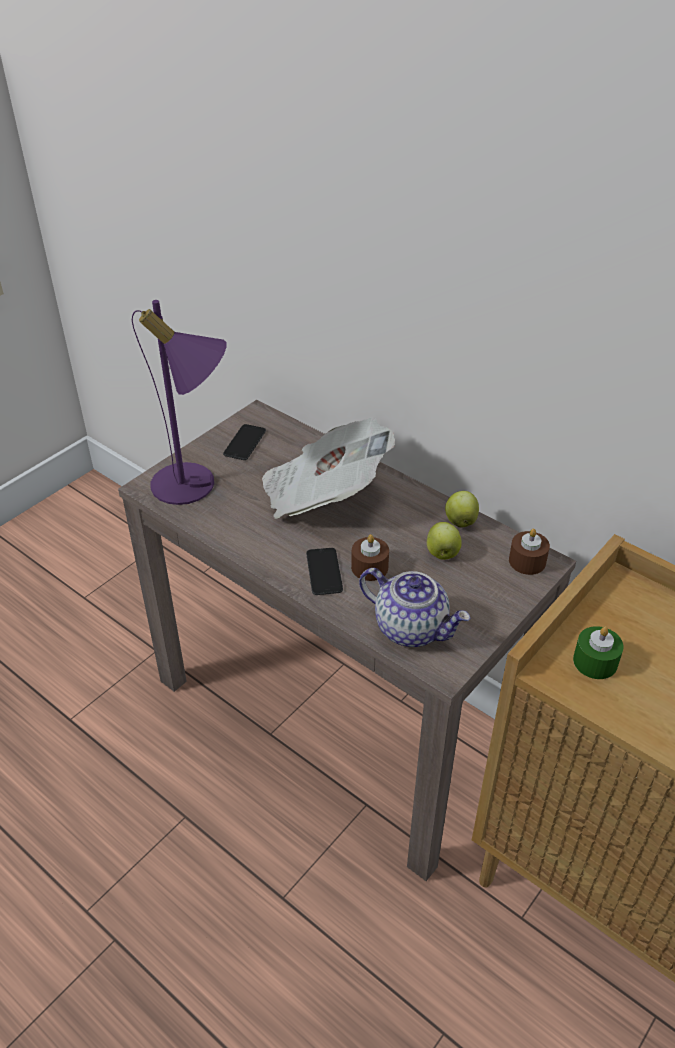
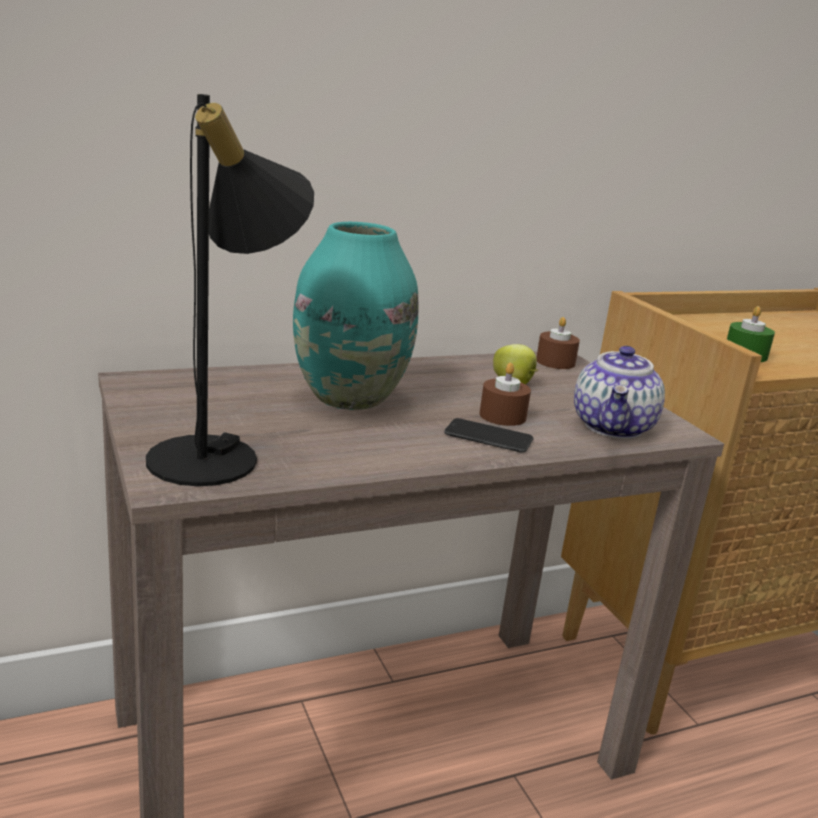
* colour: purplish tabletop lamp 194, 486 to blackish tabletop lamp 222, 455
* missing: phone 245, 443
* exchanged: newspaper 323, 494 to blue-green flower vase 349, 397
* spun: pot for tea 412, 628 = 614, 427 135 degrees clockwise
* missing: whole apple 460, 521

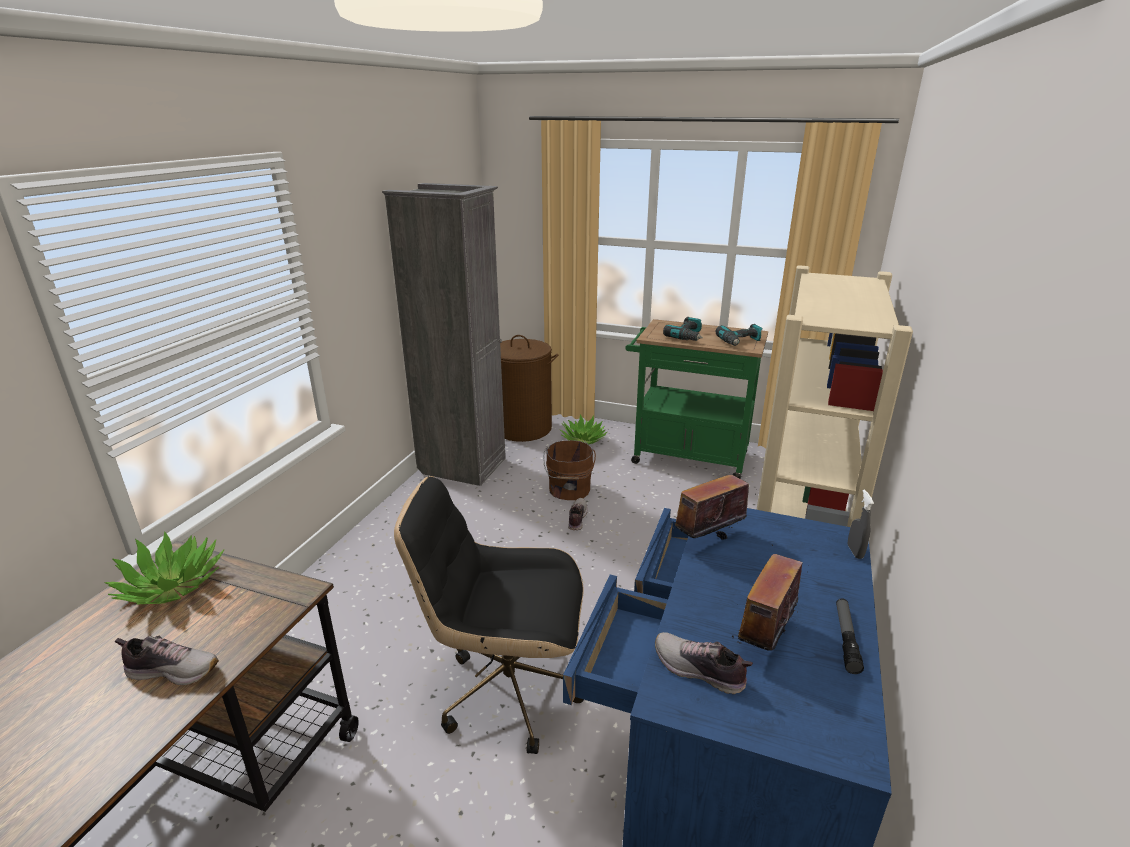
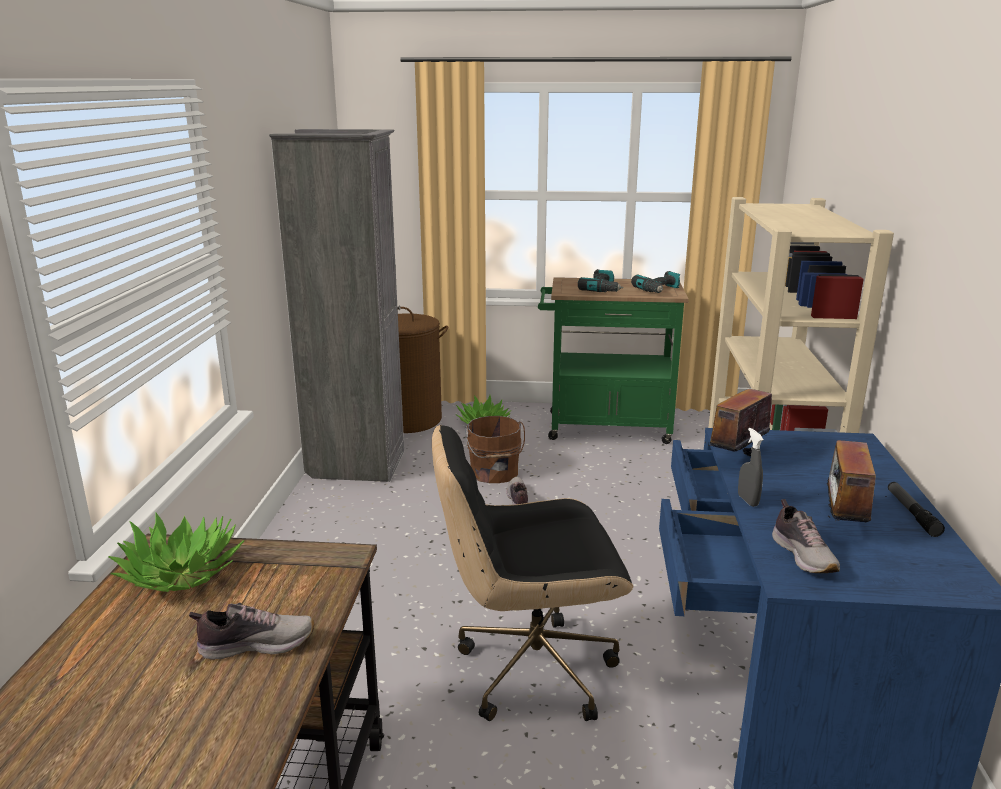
* spun: low shoe 699, 671 = 804, 555 120 degrees counterclockwise
* relocated: gray spray bottle 855, 551 to 747, 500

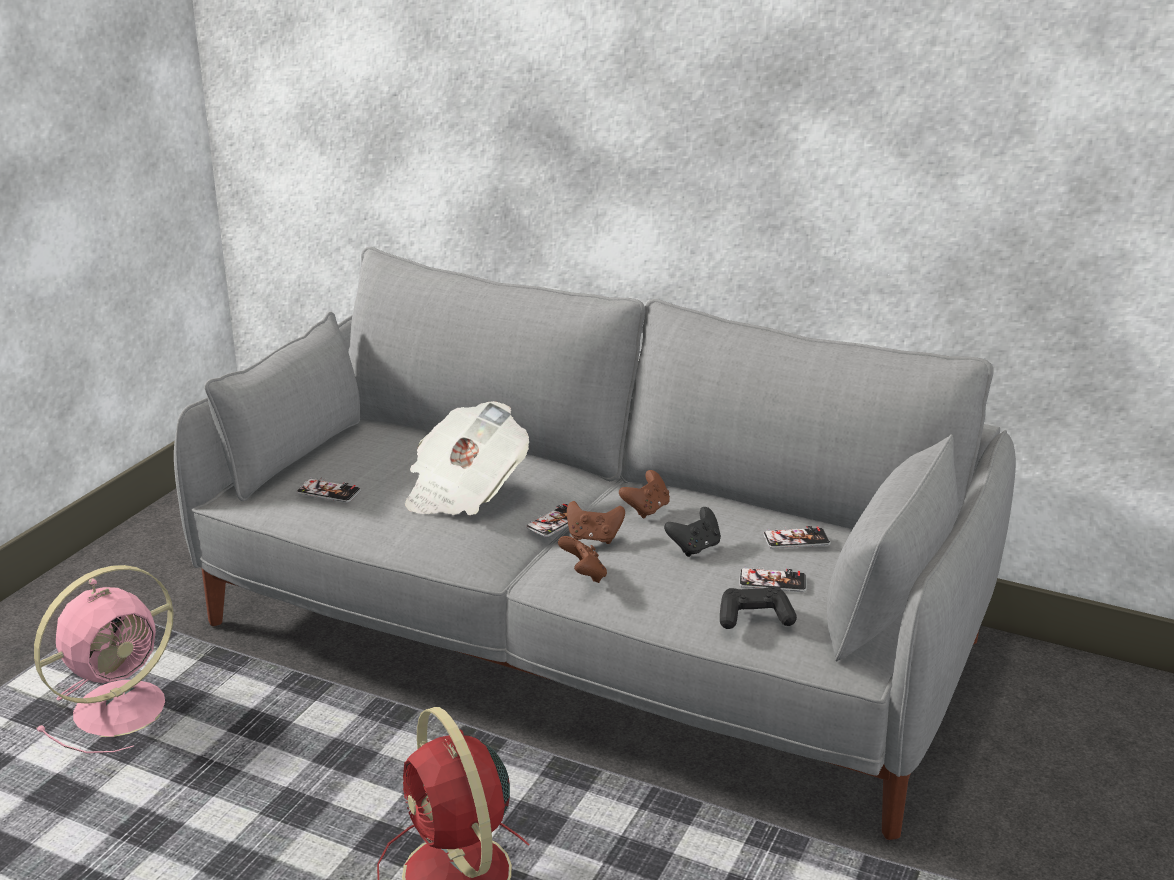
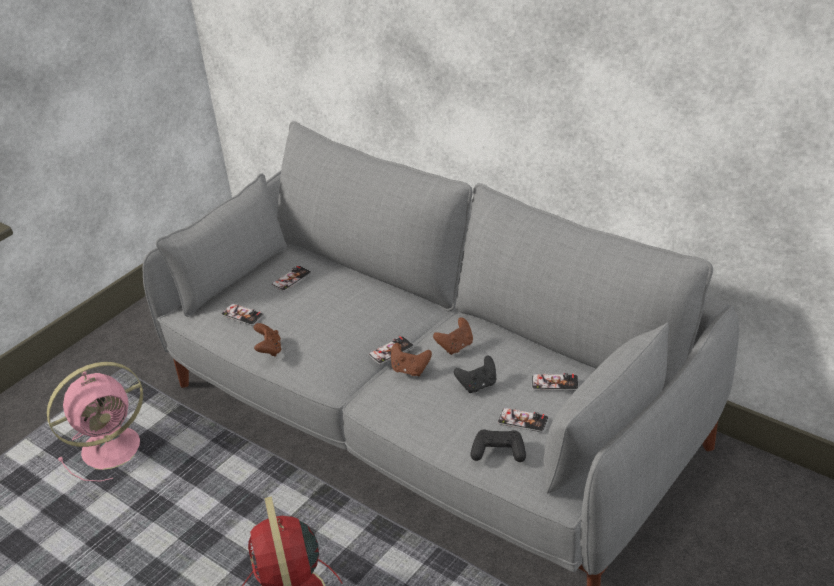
* missing: newspaper 463, 491
* relocated: brown gamepad 584, 575 to 269, 350
* appeared: phone 291, 279

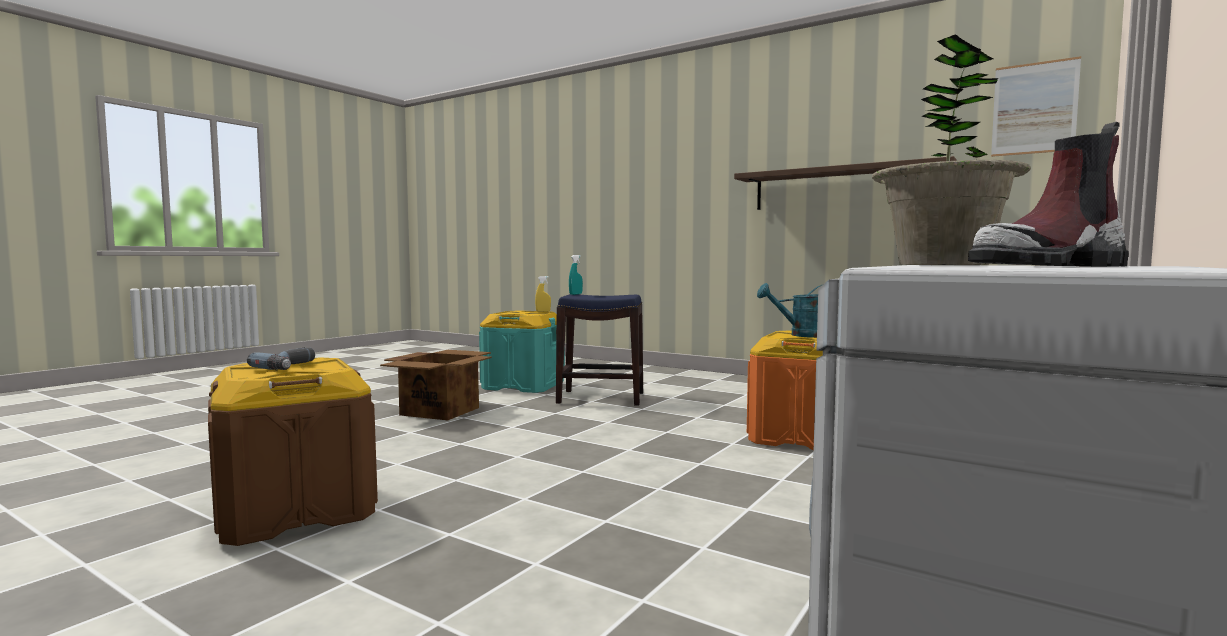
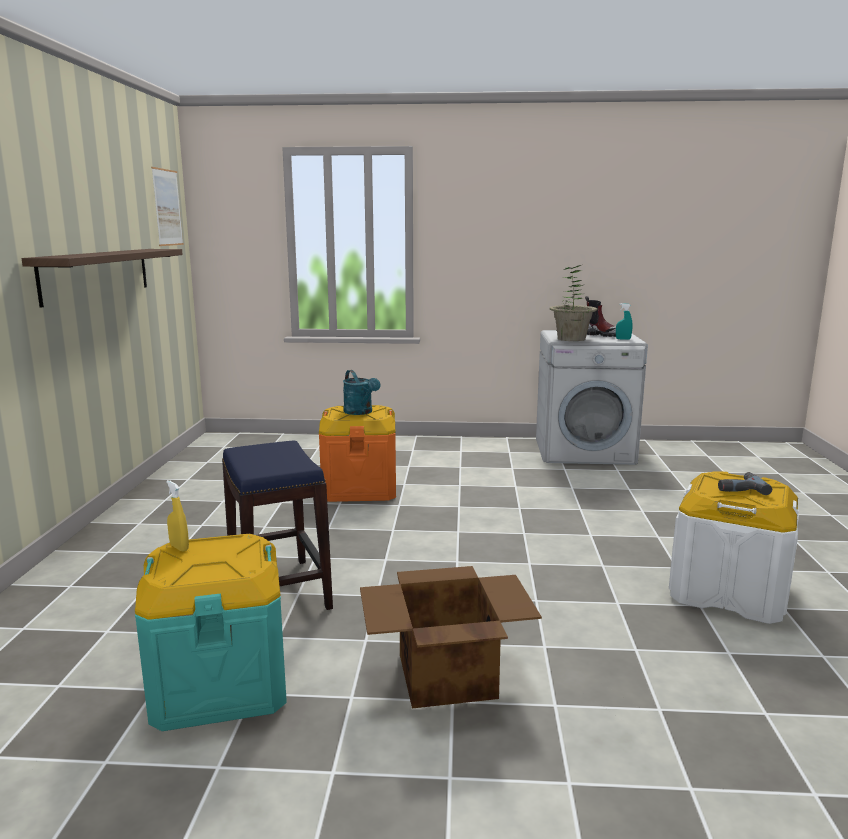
* colour: brown storage box 295, 511 to white storage box 728, 591
* relocated: blue-green spray bottle 575, 294 to 623, 339

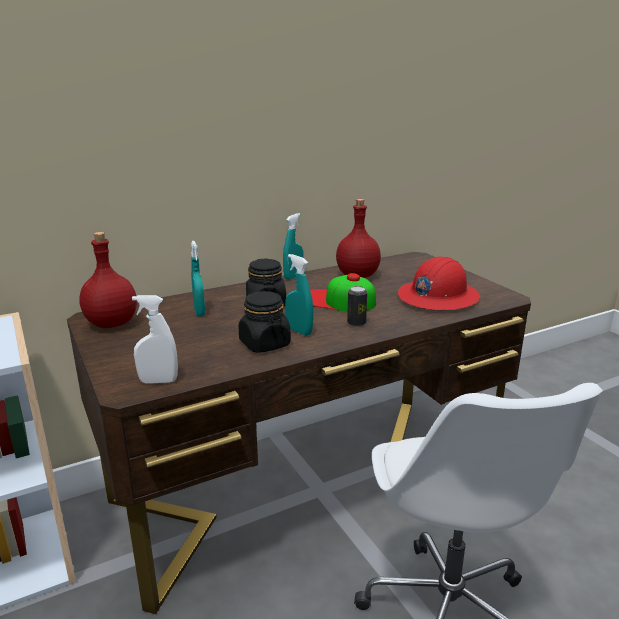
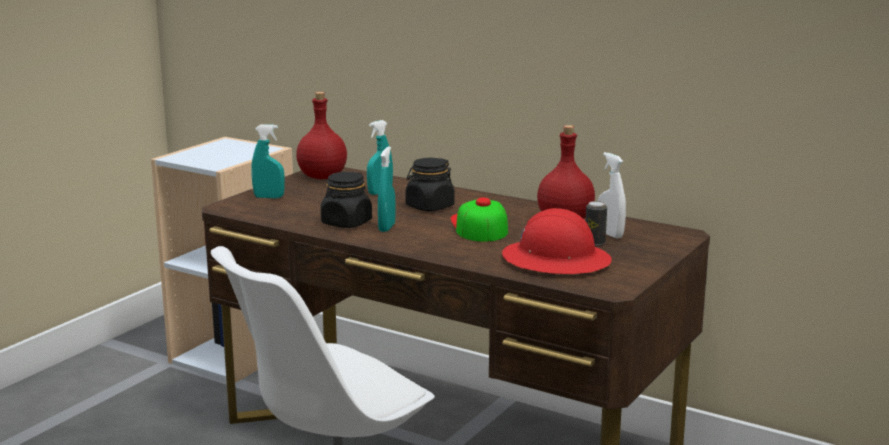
* relocated: white spray bottle 158, 381 to 610, 234
* relocated: blue-green spray bottle 293, 276 to 269, 197
* relocated: can 356, 323 to 595, 242

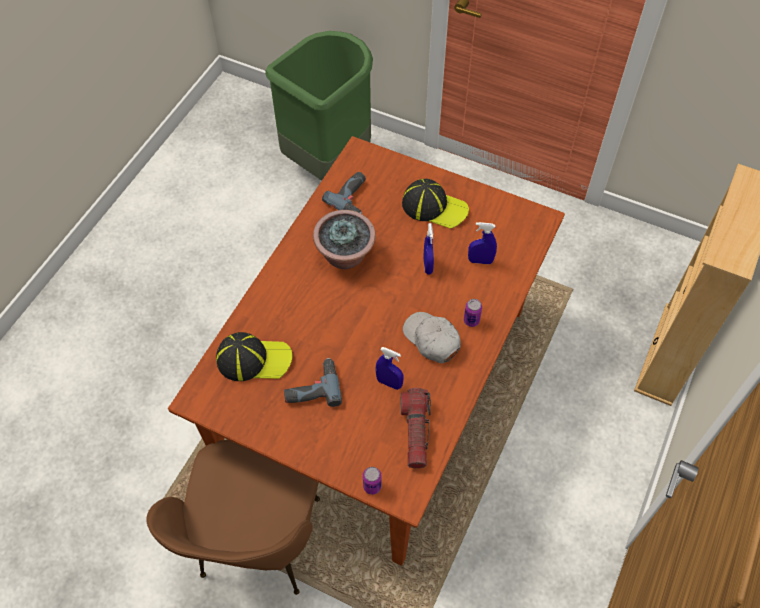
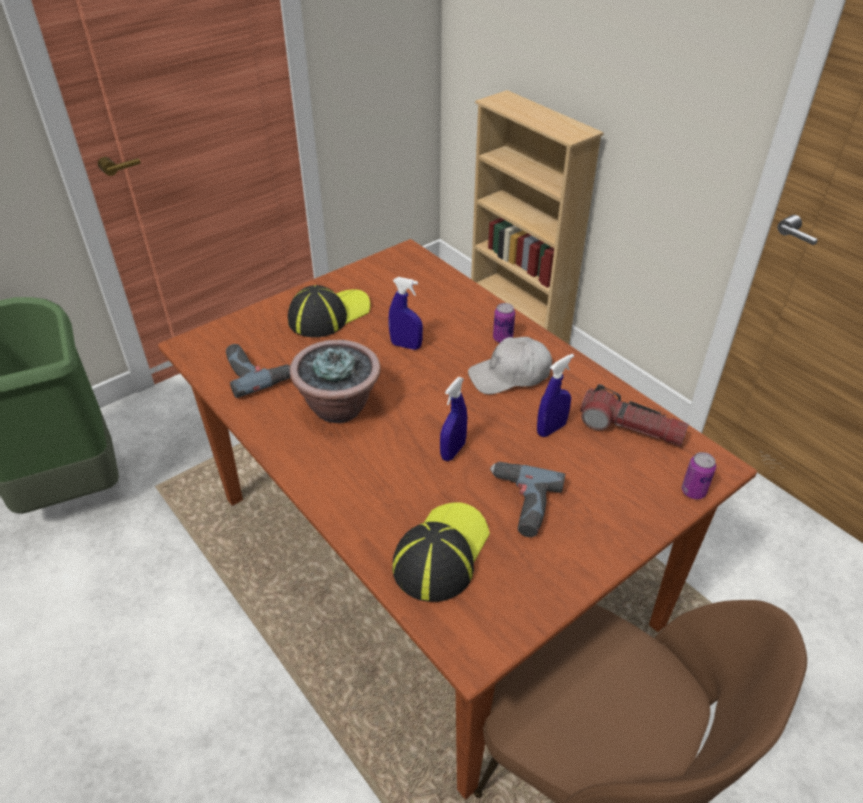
* relocated: bluish spray bottle 480, 261 to 453, 451

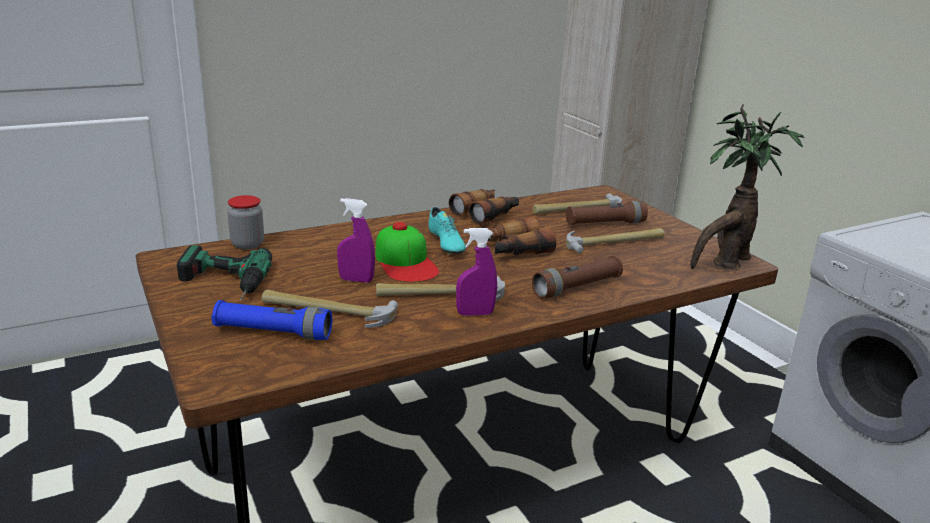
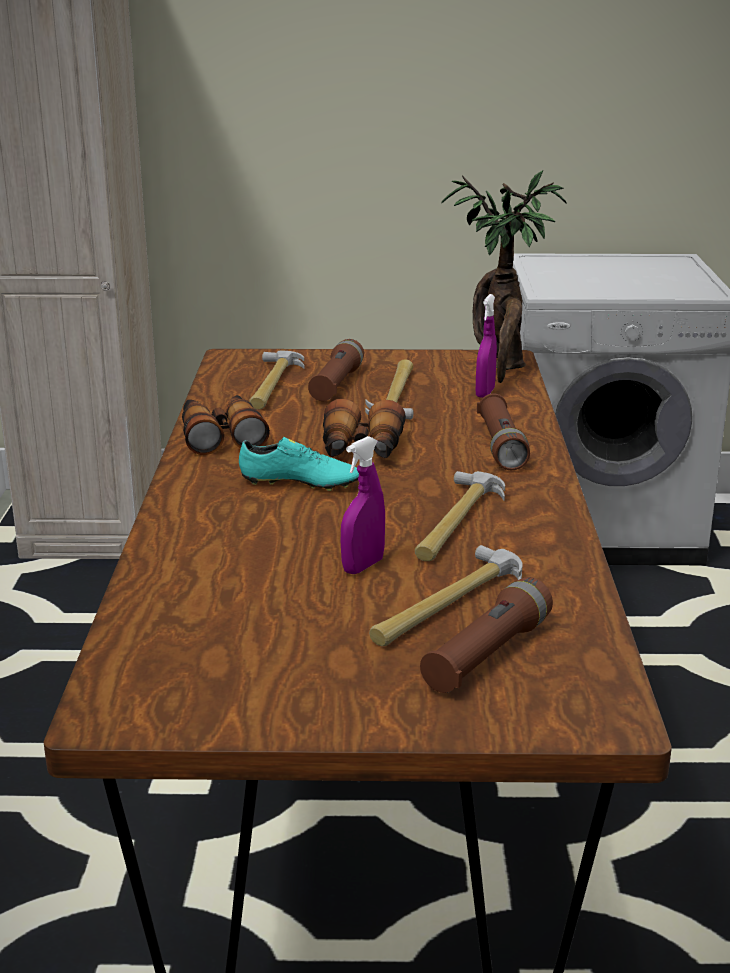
* missing: power drill 221, 284
* colour: bluish flashlight 273, 333 to brown flashlight 487, 655
* missing: jar 247, 244
* missing: peaked cap 406, 262
* relocated: purplish spray bottle 475, 313 to 485, 393

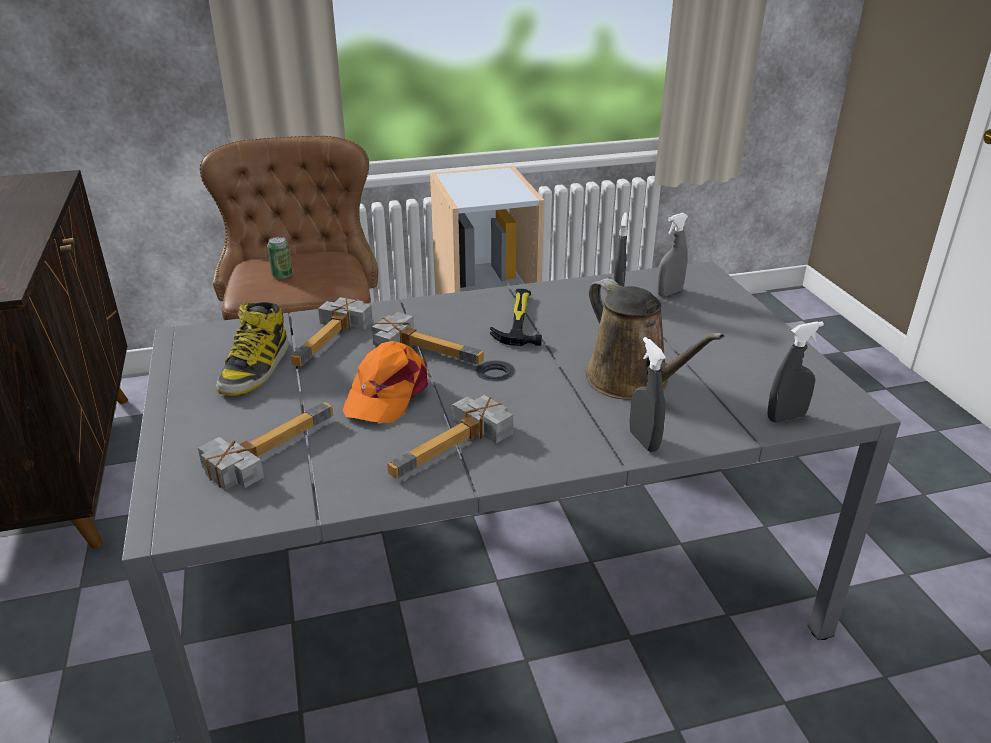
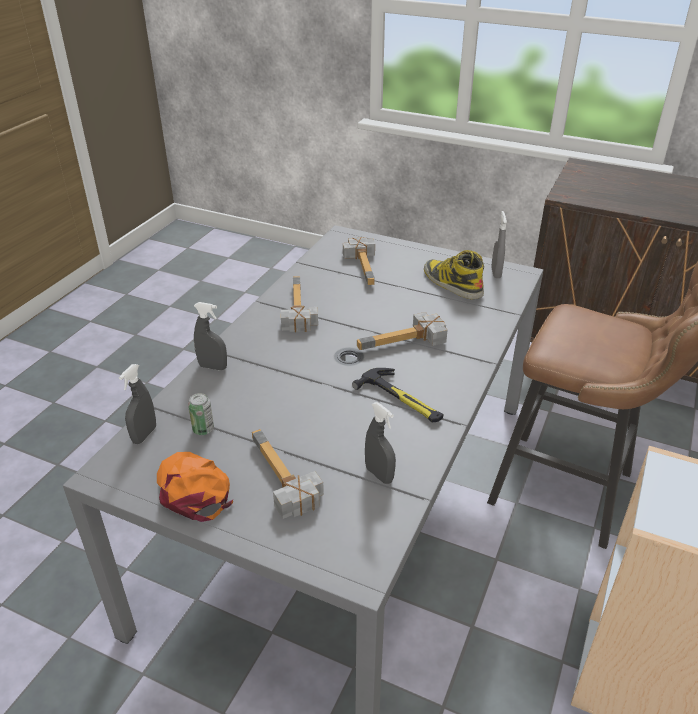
* relocated: can 282, 275 to 203, 429
* relocated: hammer 335, 340 to 276, 480
* relocated: orange peaked cap 386, 393 to 193, 489
* missing: brown watering can 632, 381
* relocated: gray spray bottle 669, 293 to 496, 273

